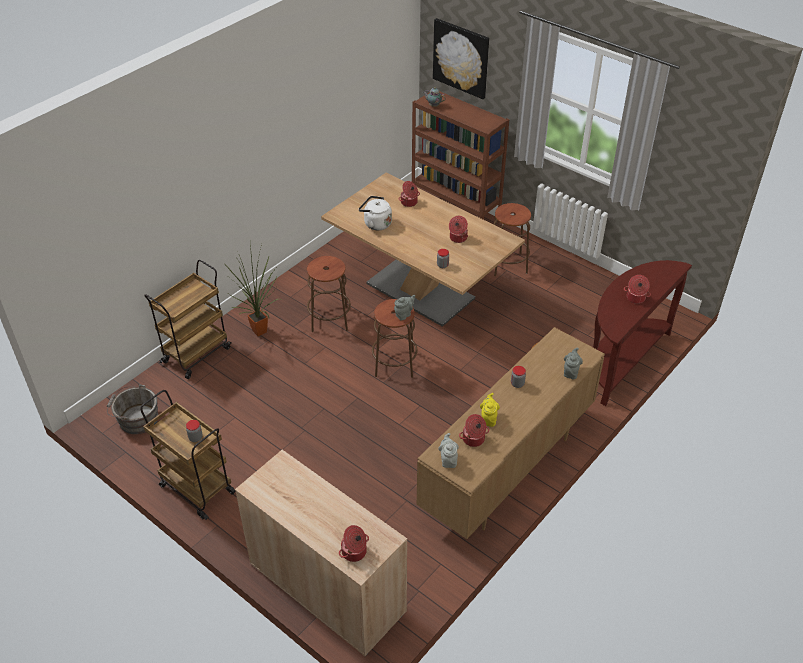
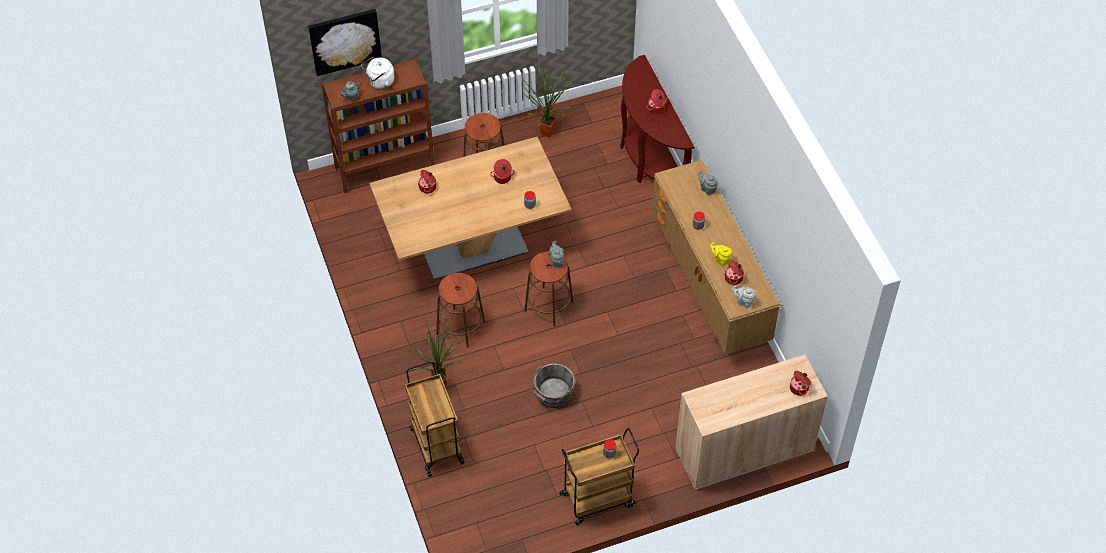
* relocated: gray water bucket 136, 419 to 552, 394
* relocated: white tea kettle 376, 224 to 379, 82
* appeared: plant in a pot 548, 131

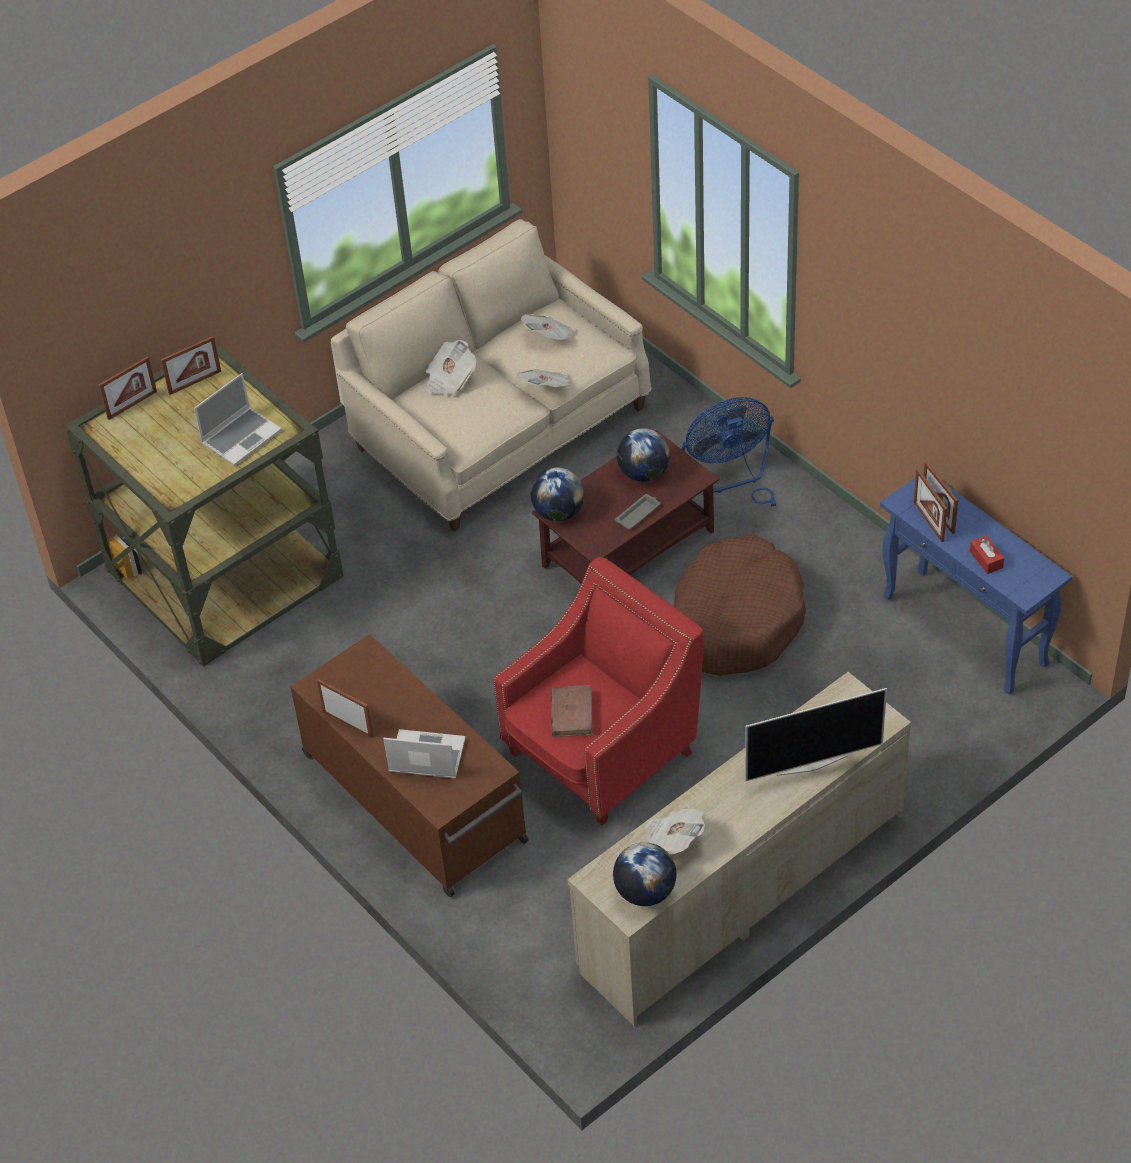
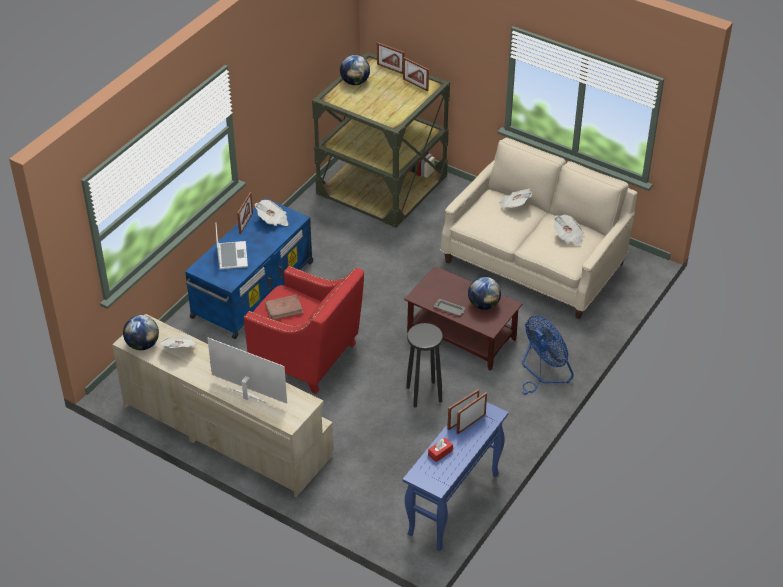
* missing: laptop 241, 437
* colour: brown cabinet 413, 796 to bluish cabinet 253, 289
* relocated: newspaper 546, 388 to 273, 220
* relocated: globe 558, 512 to 355, 82
* exchanged: brown dog bed 736, 620 to blackish sitting stool 423, 394
* spun: TV 811, 765 = 247, 396 150 degrees clockwise

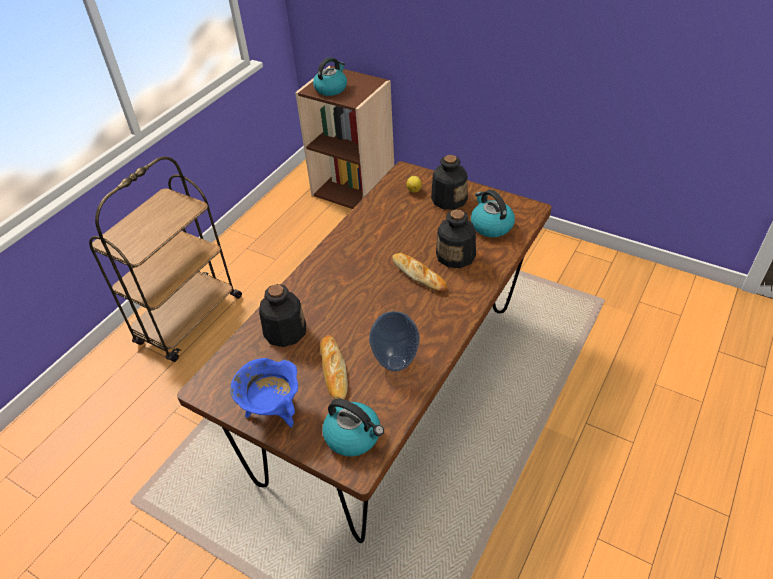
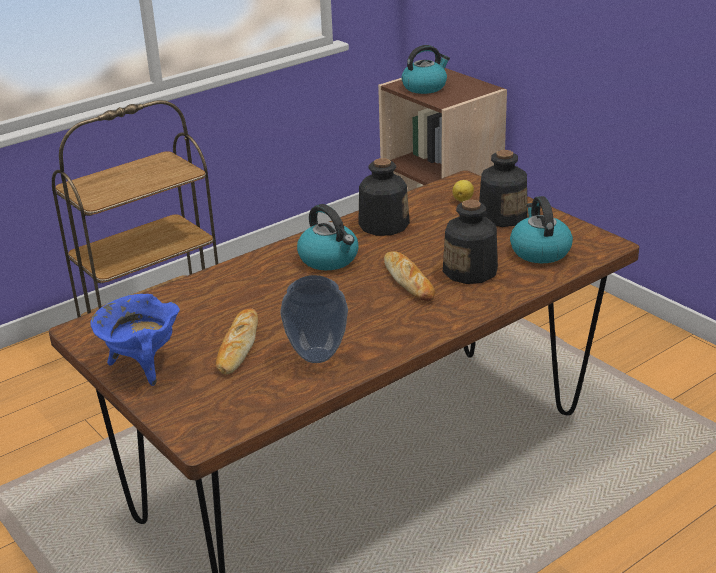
* relocated: bottle 284, 331 to 383, 225
* relocated: tea kettle 354, 436 to 329, 259

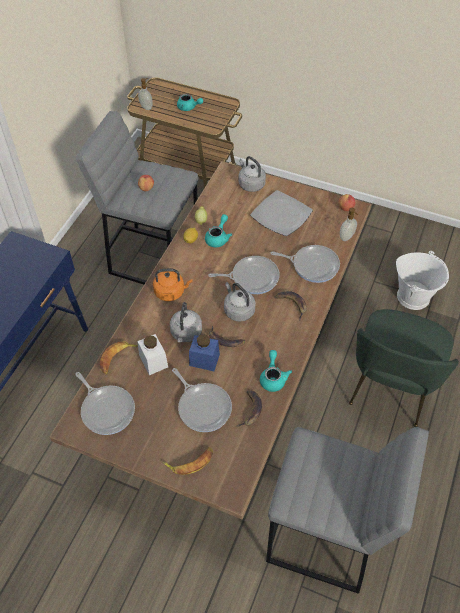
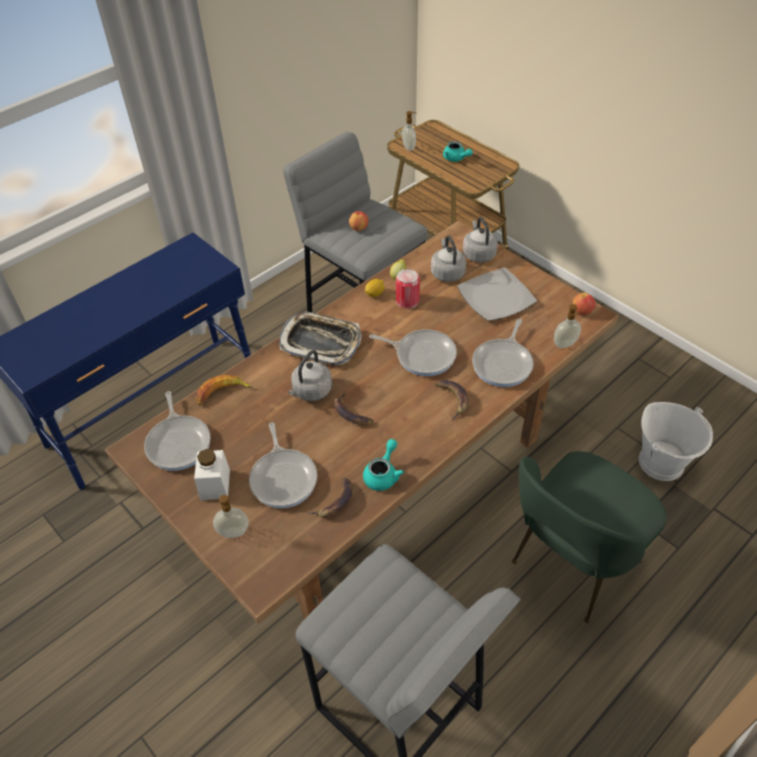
* relocated: white jar 153, 361 to 215, 484
* exchanged: orange tea kettle 171, 292 to carrying tray 321, 342
* exchanged: banana fruit 190, 462 to soap dispenser 233, 533
* missing: bluish jar 204, 360
* exchanged: blue-green pot for tea 218, 238 to can 407, 300
* relocated: gray tea kettle 238, 310 to 447, 272
* spun: frying pan 312, 265 = 503, 363 75 degrees clockwise

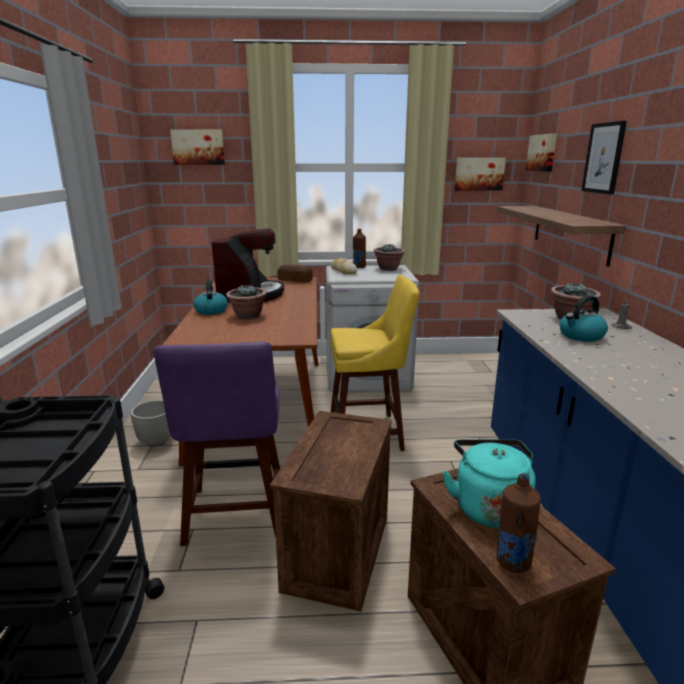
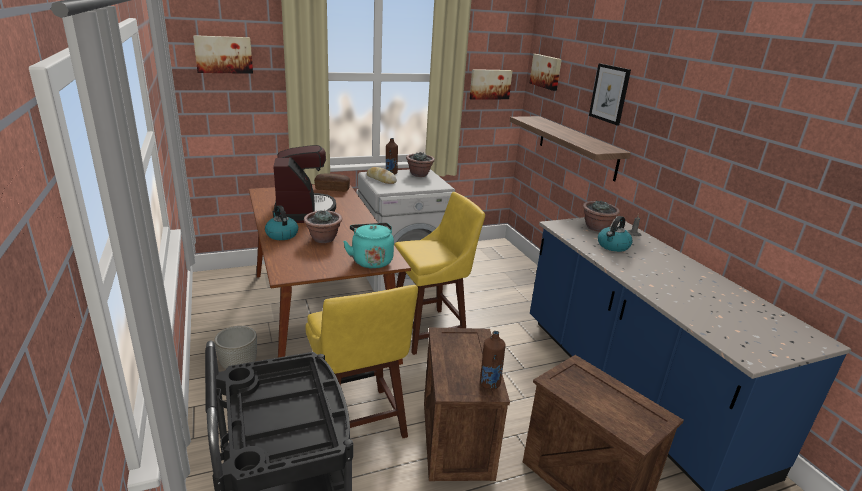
* colour: purplish plain chair 234, 517 to yellow plain chair 357, 426
* relocated: blue-green tea kettle 488, 506 to 371, 260
* relocated: brown bottle 512, 561 to 489, 383

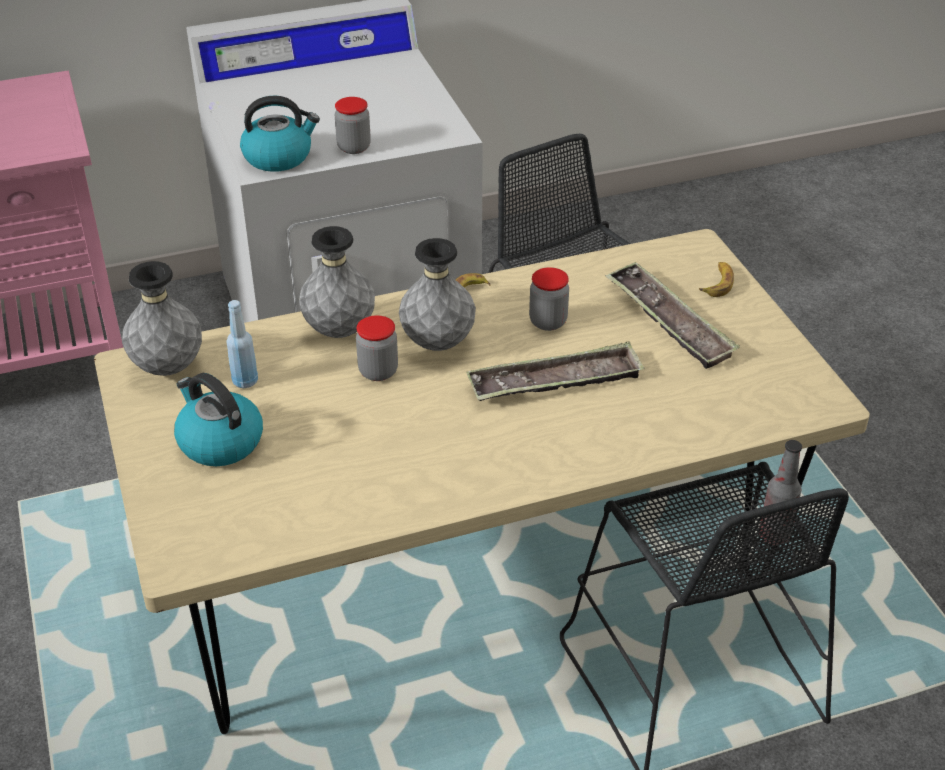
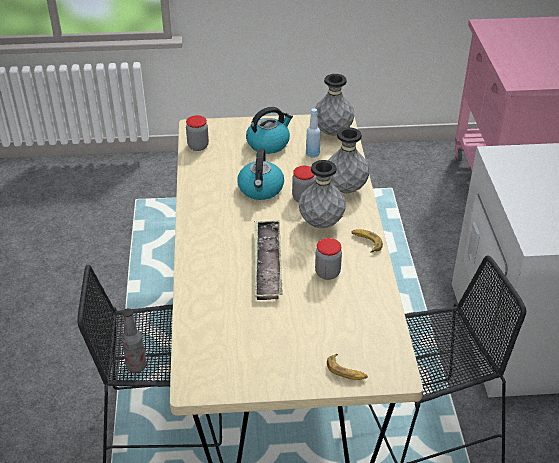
* relocated: tea kettle 279, 157 to 261, 189
* relocated: jar 354, 147 to 198, 146
* missing: carrying tray 669, 321

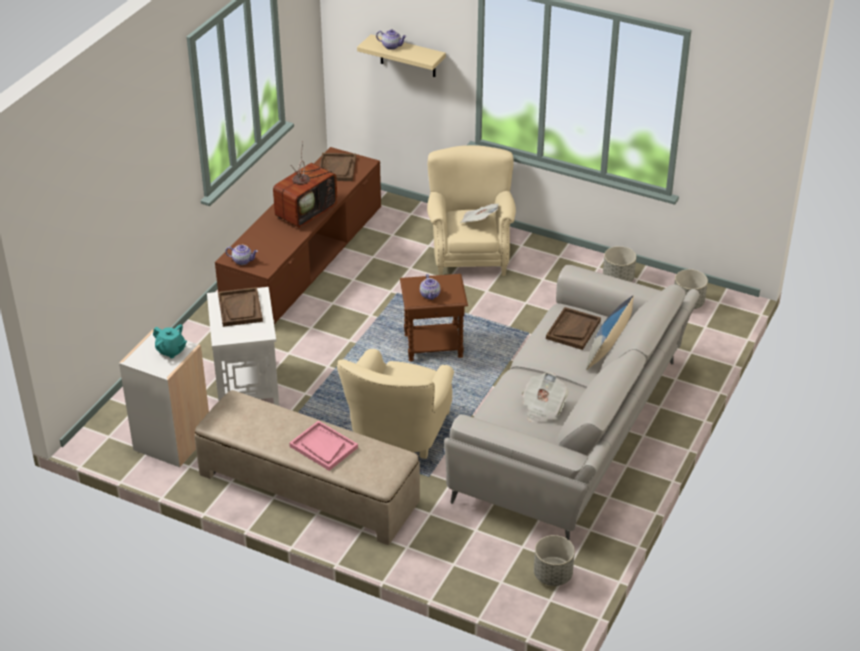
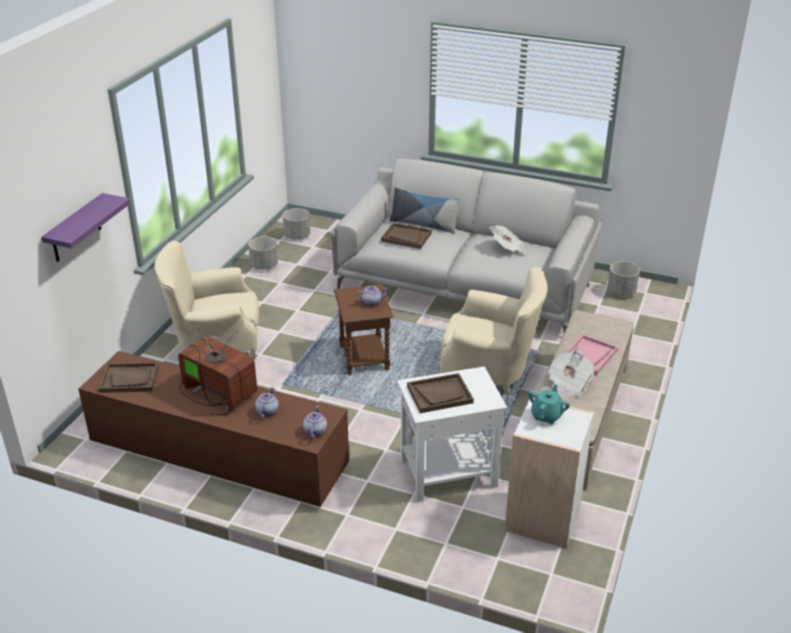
* colour: sand-coloured wall shelf 408, 56 to purplish wall shelf 75, 229
* relocated: pot for tea 391, 46 to 267, 411
* relocated: newspaper 479, 221 to 567, 385

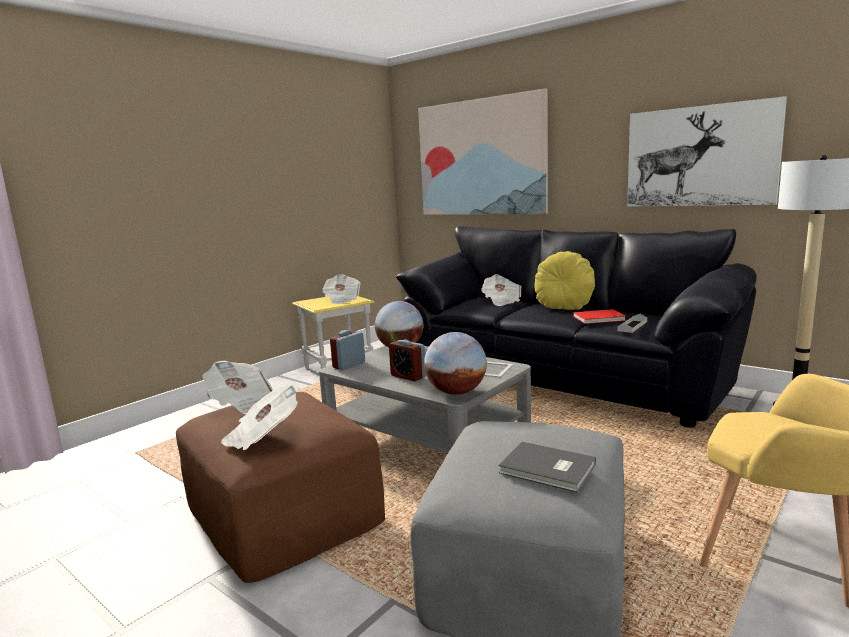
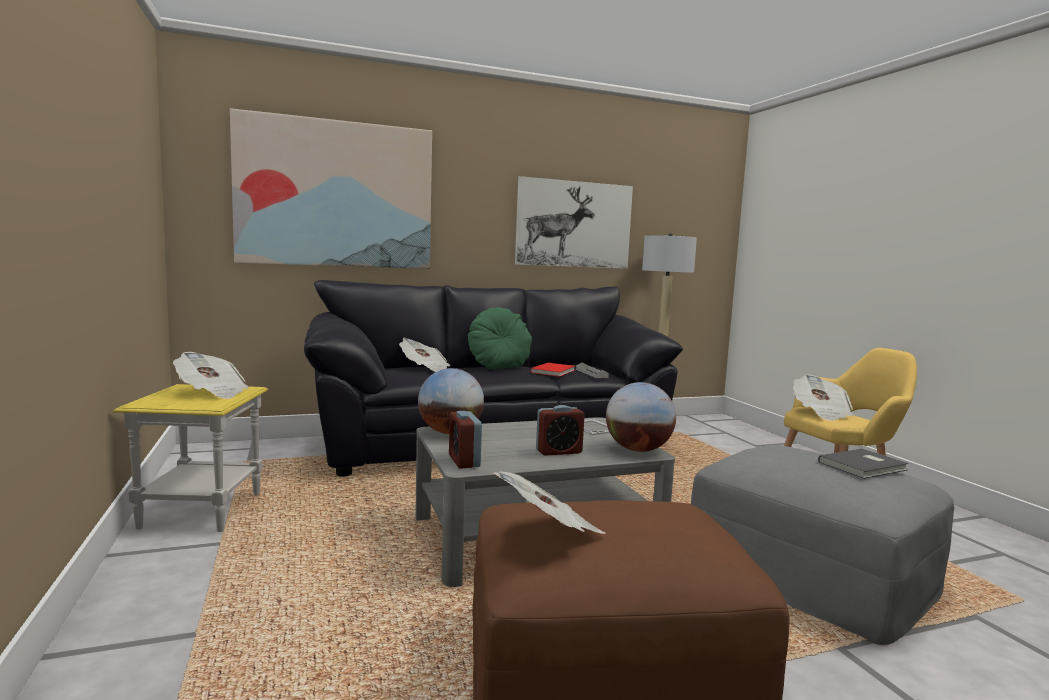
* relocated: newspaper 263, 437 to 820, 413
* colour: yellow cushion 564, 308 to green cushion 499, 368

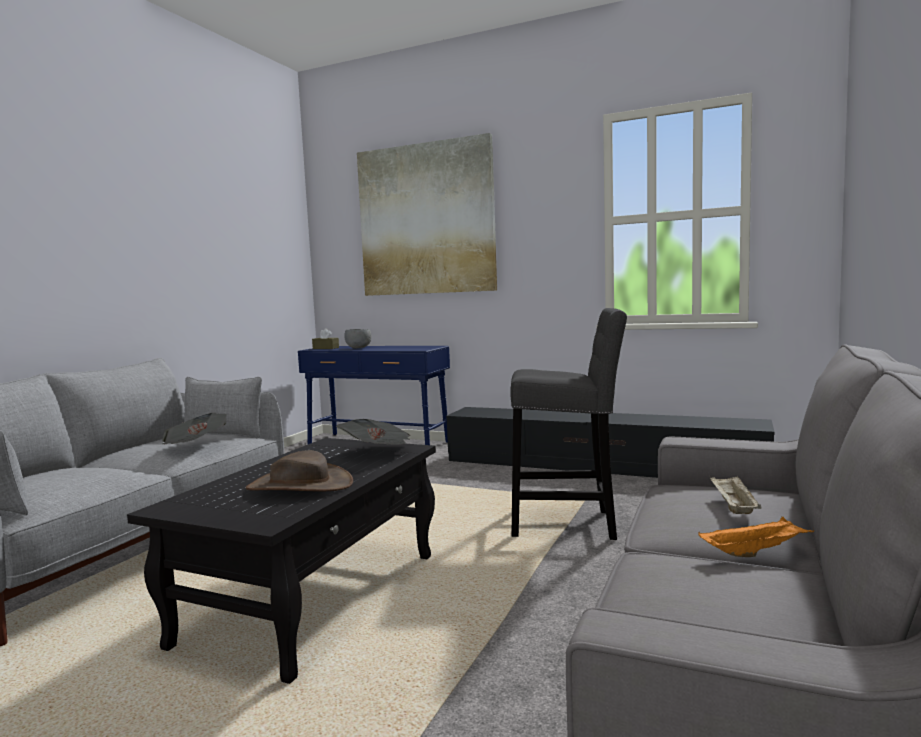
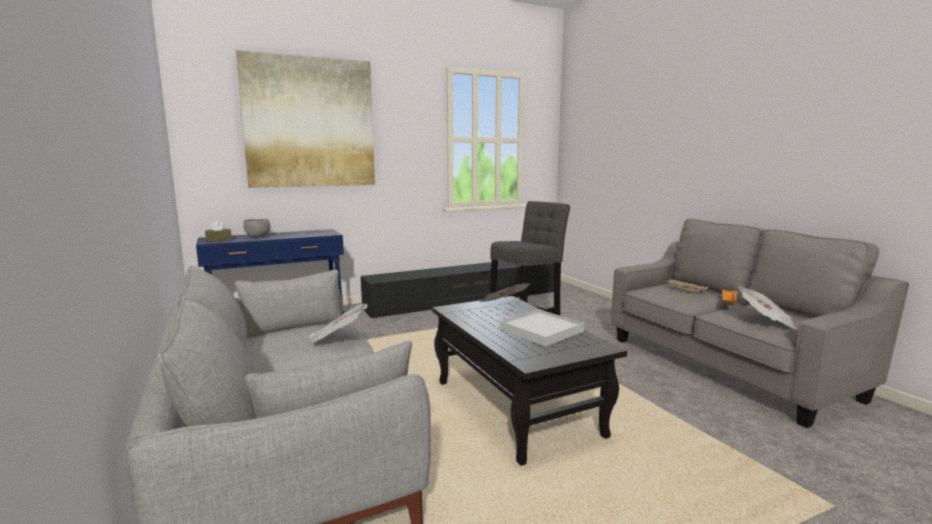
* exchanged: brown hat 300, 485 to white carrying tray 541, 330
* appeared: newspaper 765, 321

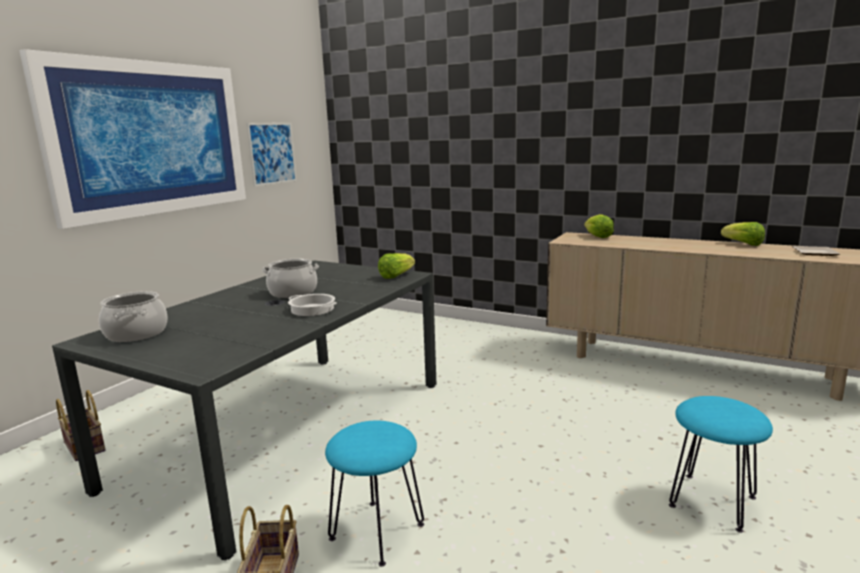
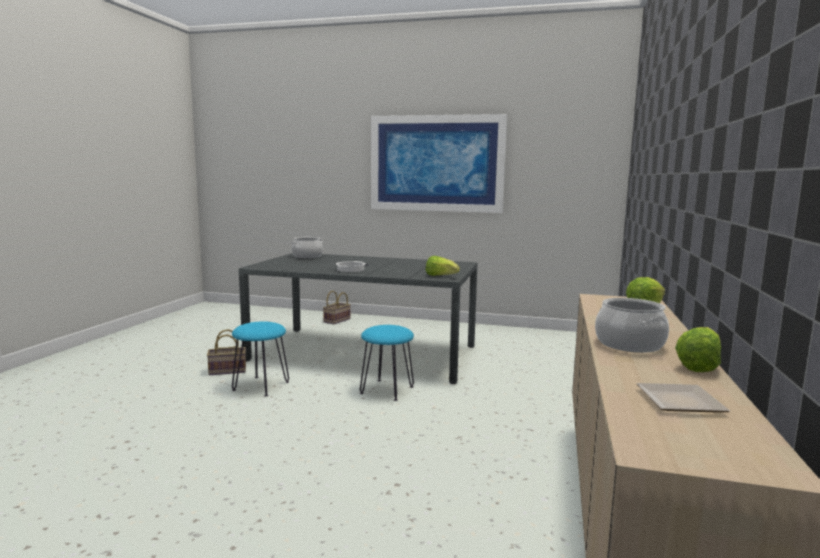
* missing: picture 272, 153
* relocated: cooking pot 293, 292 to 629, 344
* relocated: blue-green sitting stool 712, 501 to 386, 390

